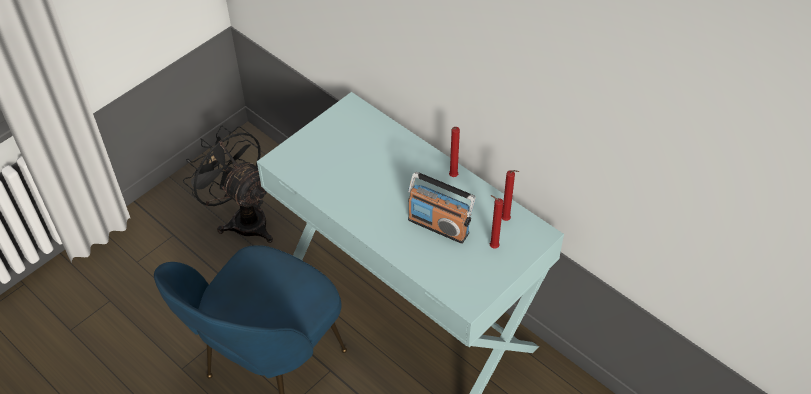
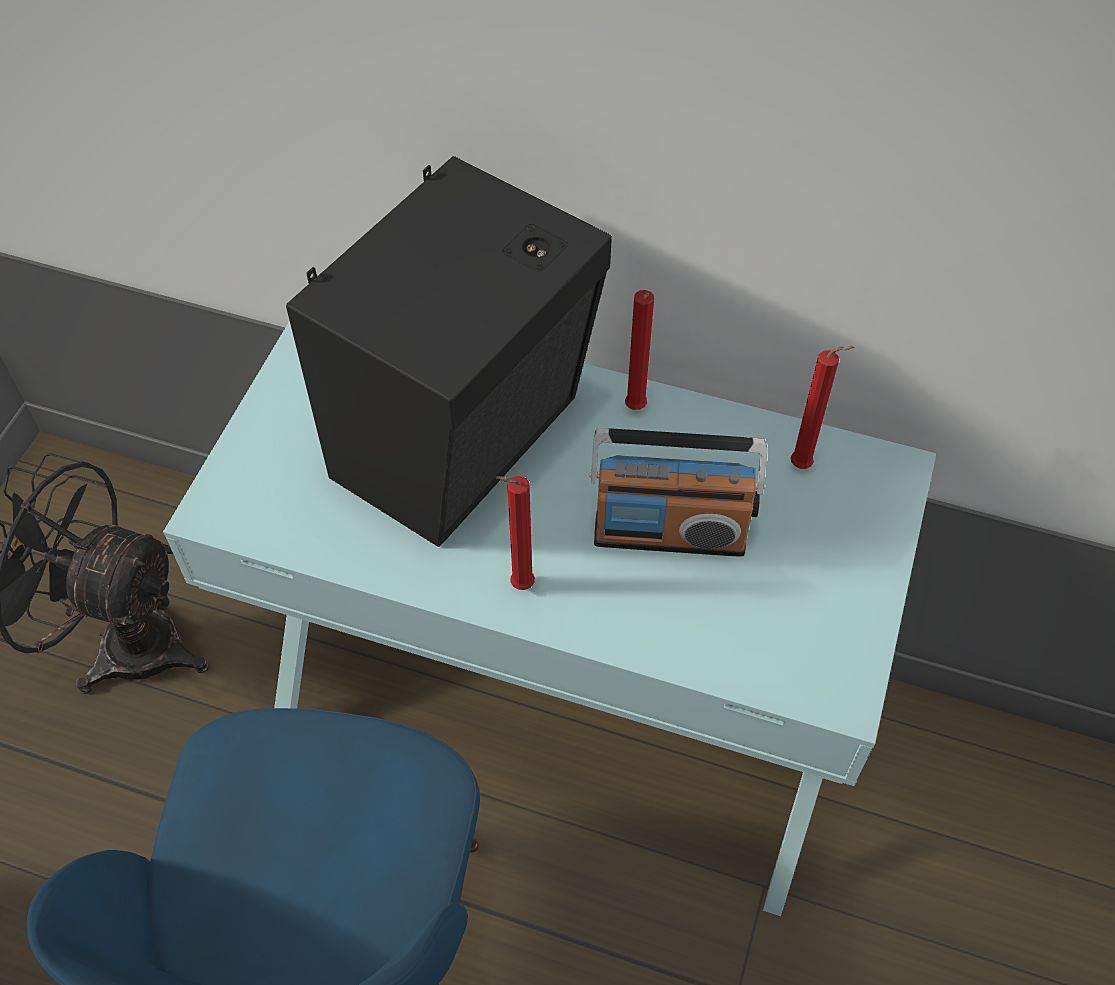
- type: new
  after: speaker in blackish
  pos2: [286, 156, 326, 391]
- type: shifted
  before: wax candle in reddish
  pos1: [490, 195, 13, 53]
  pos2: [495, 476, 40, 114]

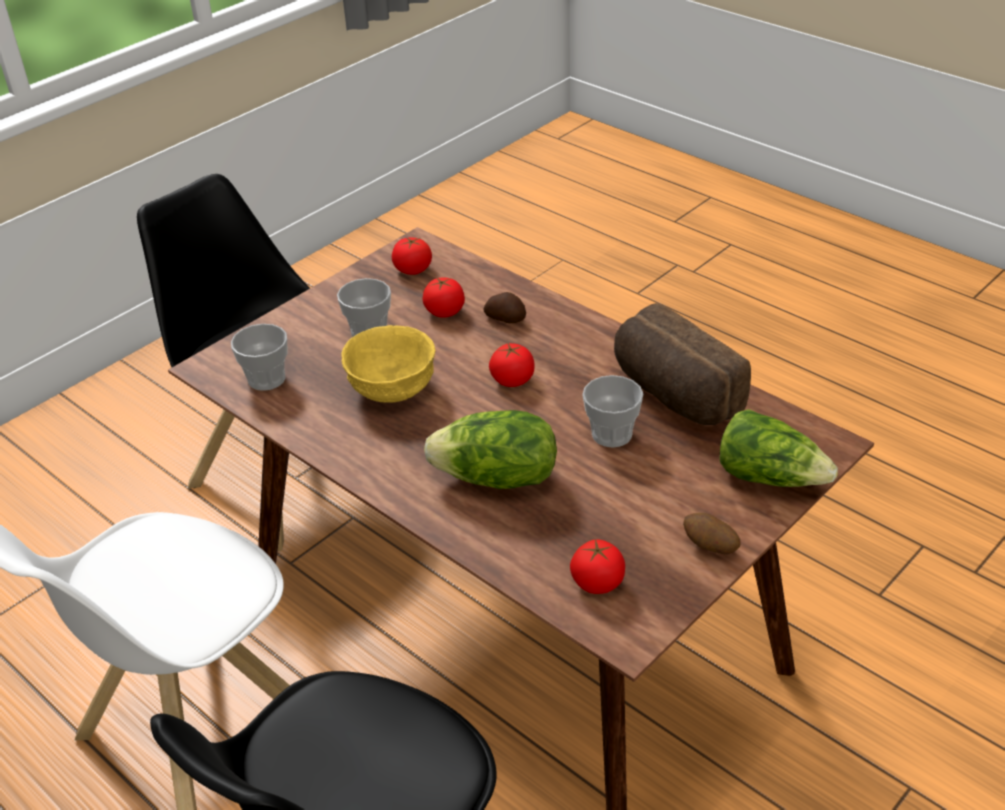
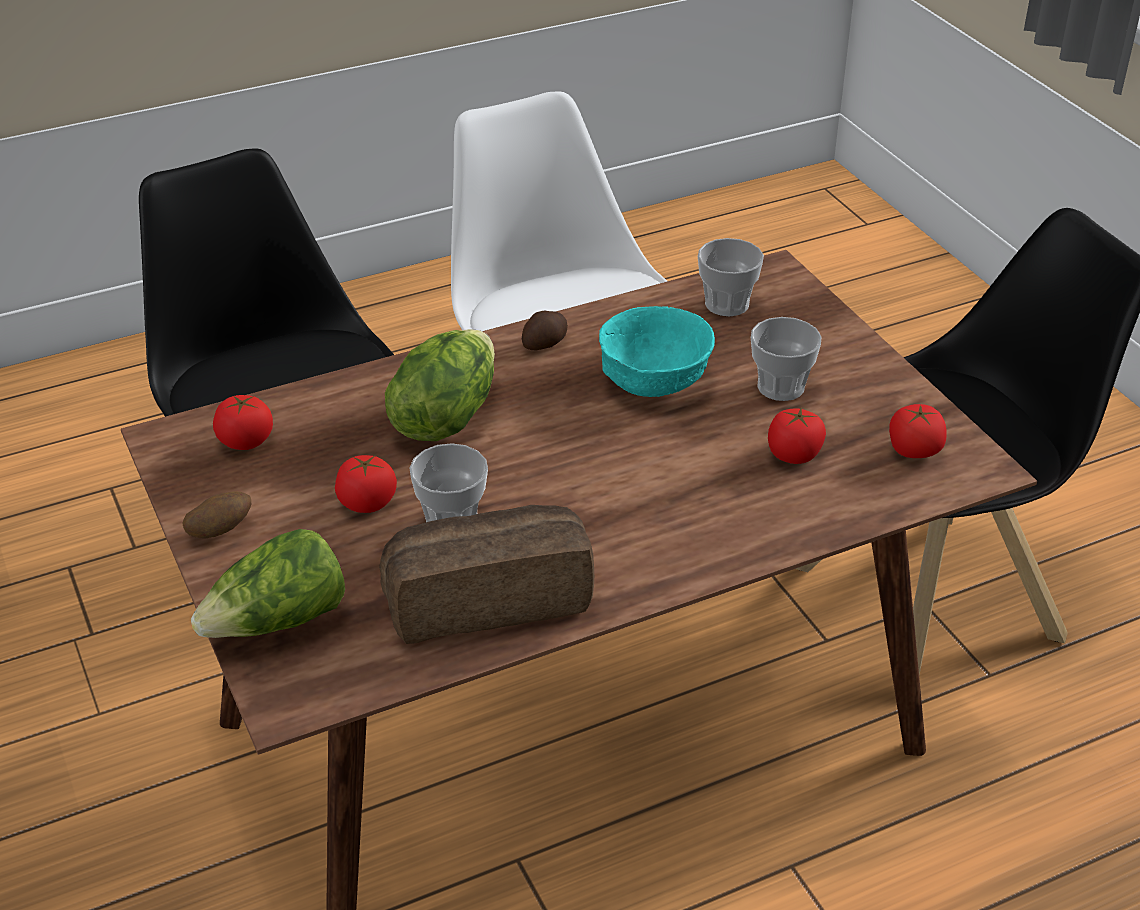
- type: shifted
  before: whole tomato
  pos1: [489, 343, 45, 44]
  pos2: [335, 455, 62, 58]
- type: shifted
  before: whole potato
  pos1: [483, 292, 43, 31]
  pos2: [522, 310, 46, 40]
- type: repainted
  before: deep dish in yellowish
  after: deep dish in turquoise-coloured
  pos1: [341, 325, 94, 78]
  pos2: [599, 306, 116, 91]

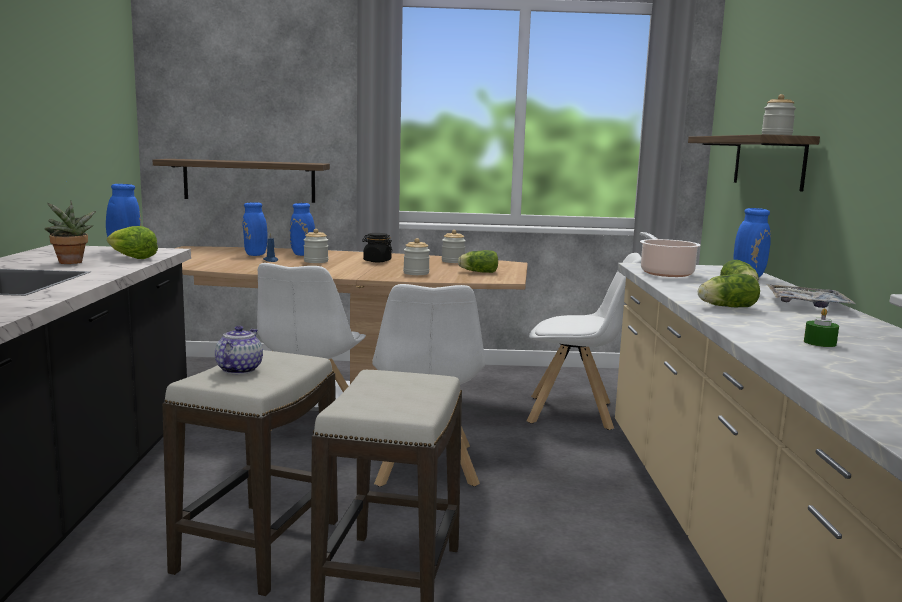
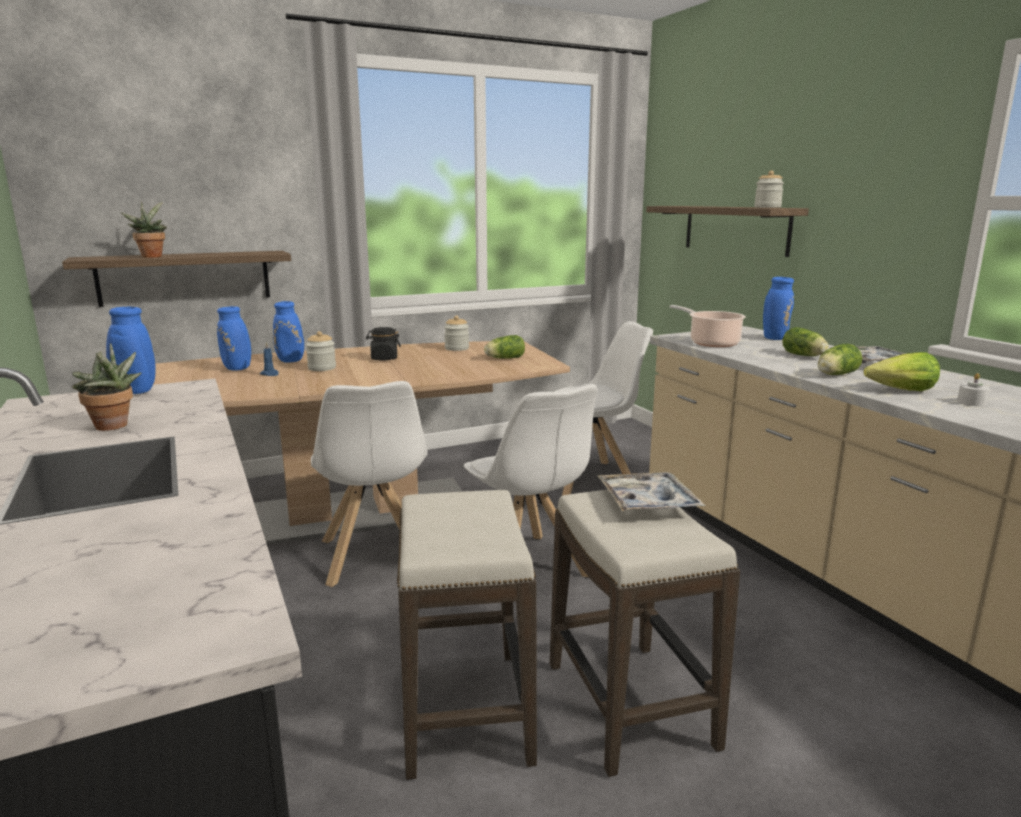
- type: new
  after: plant in a pot
  pos2: [120, 202, 47, 56]
- type: new
  after: serving tray
  pos2: [597, 472, 108, 39]
- type: shifted
  before: lettuce
  pos1: [107, 226, 51, 33]
  pos2: [864, 352, 76, 39]
- type: repainted
  before: wax candle in greenish
  after: wax candle in whitish
  pos1: [804, 308, 35, 39]
  pos2: [957, 373, 33, 33]
- type: gone
  before: tea pot
  pos1: [215, 326, 48, 48]
- type: gone
  before: preserve jar
  pos1: [403, 238, 27, 37]

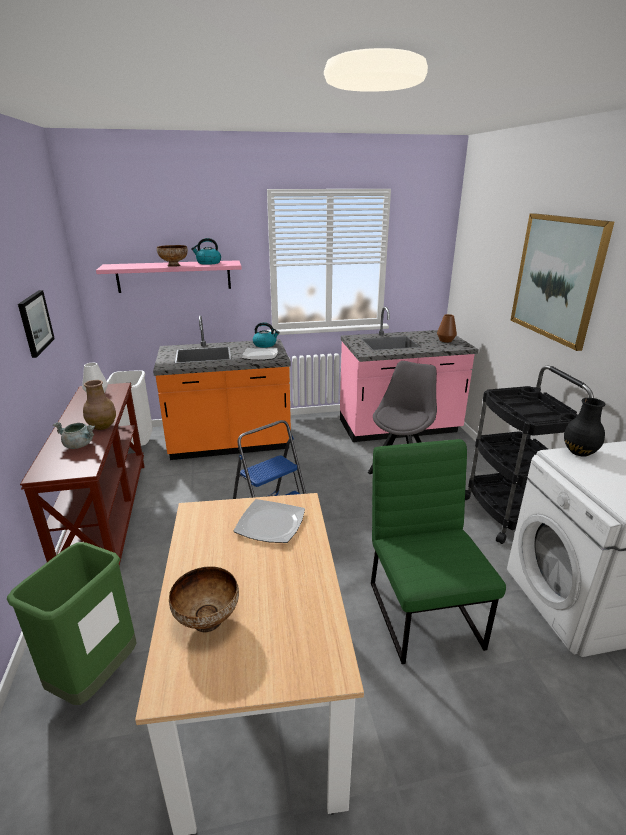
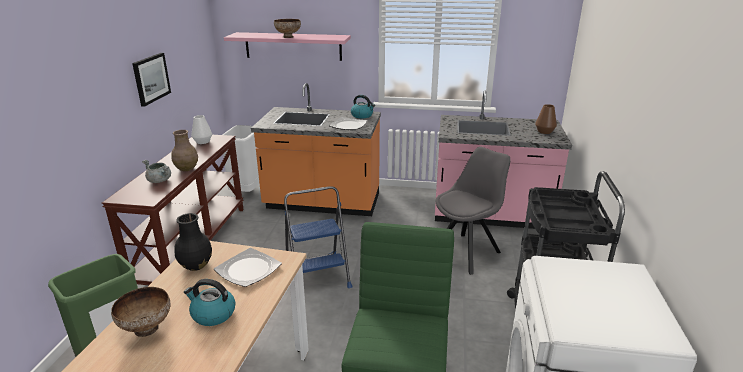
- type: shifted
  before: decorative vase in blackish
  pos1: [564, 398, 41, 59]
  pos2: [174, 213, 38, 58]
- type: shifted
  before: tea kettle
  pos1: [191, 238, 30, 27]
  pos2: [184, 279, 51, 47]
- type: gone
  before: wall picture
  pos1: [511, 213, 103, 138]

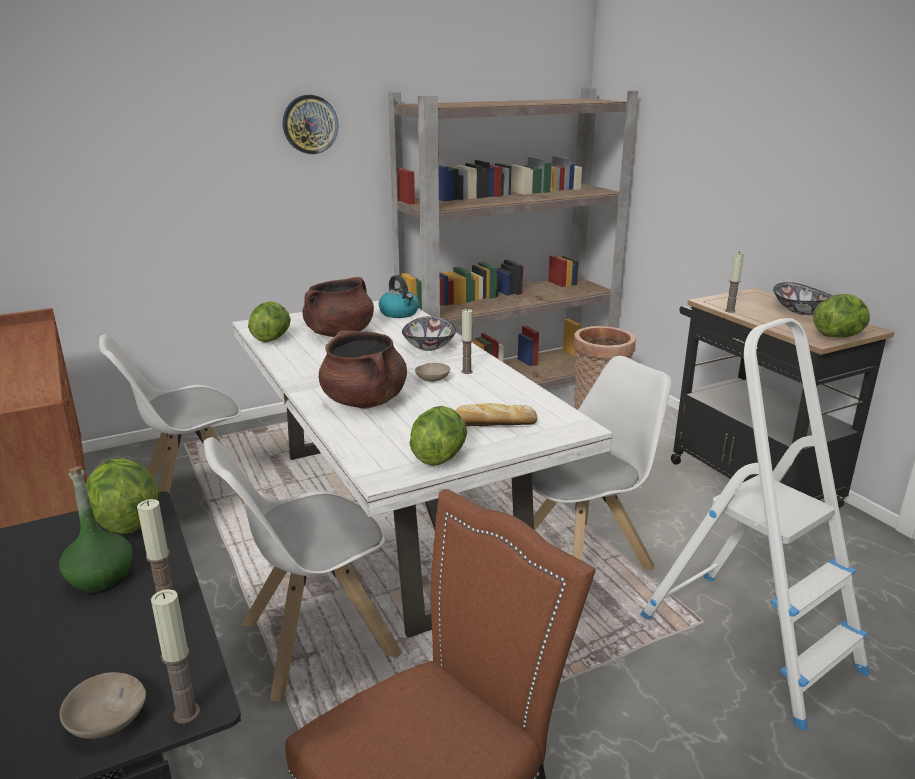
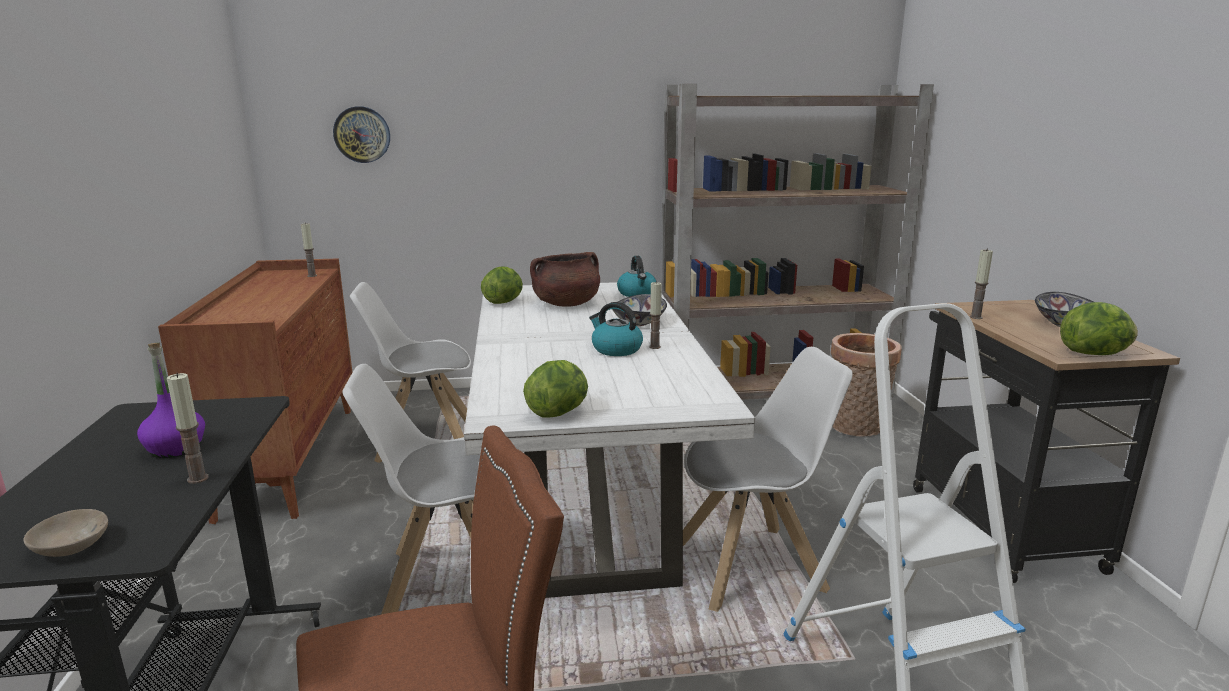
- type: repainted
  before: beverage bottle in greenish
  after: beverage bottle in purplish
  pos1: [59, 466, 74, 128]
  pos2: [137, 343, 68, 115]
- type: shifted
  before: wax candle
  pos1: [151, 589, 49, 135]
  pos2: [301, 223, 16, 54]
- type: shifted
  before: wall clock
  pos1: [283, 95, 55, 59]
  pos2: [333, 106, 57, 57]
- type: swapped
  before: deep dish in sand-coloured
  after: tea kettle
  pos1: [415, 363, 35, 19]
  pos2: [589, 302, 54, 54]
- type: gone
  before: lettuce
  pos1: [85, 458, 74, 77]
- type: gone
  before: stockpot in brown-coloured
  pos1: [319, 330, 88, 79]
- type: gone
  before: baked bread
  pos1: [455, 403, 82, 23]

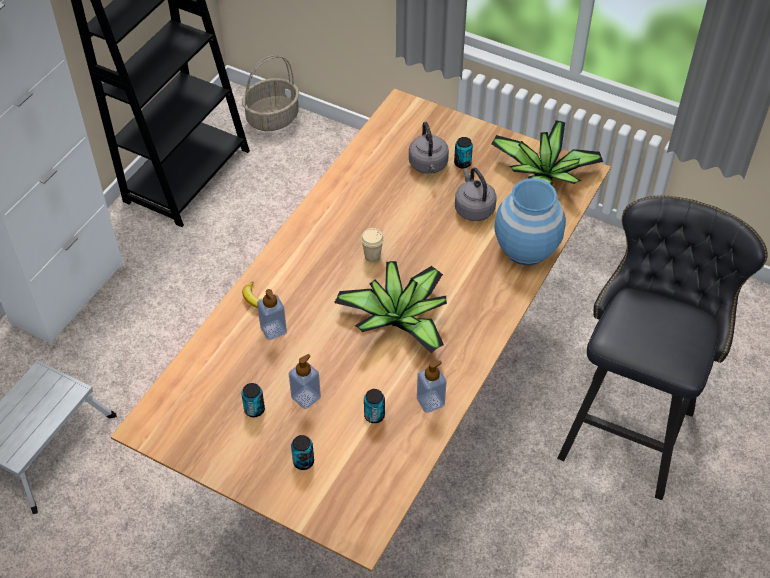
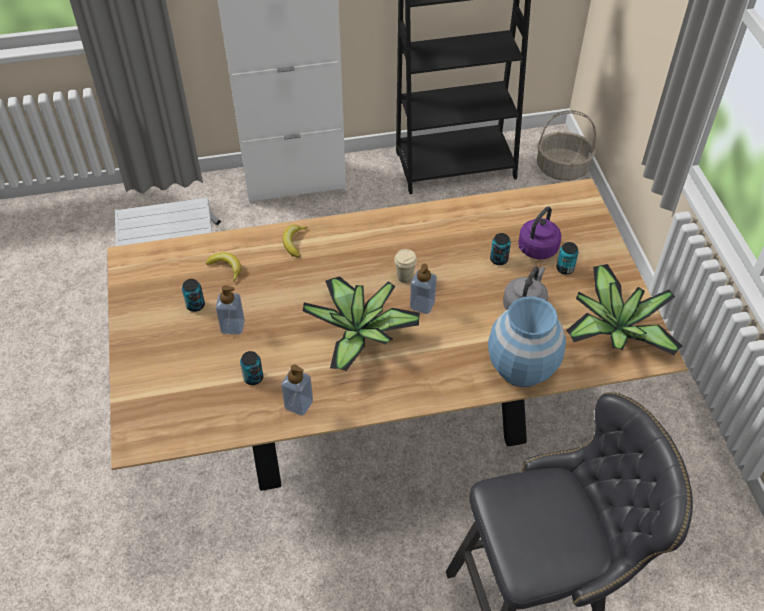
- type: new
  after: whole banana
  pos2: [206, 252, 35, 30]
- type: shifted
  before: soap bottle
  pos1: [257, 289, 30, 51]
  pos2: [410, 264, 27, 50]
- type: shifted
  before: can
  pos1: [291, 435, 23, 35]
  pos2: [490, 233, 21, 32]
- type: repainted
  before: tea kettle in greyish
  after: tea kettle in purplish
  pos1: [409, 122, 40, 52]
  pos2: [518, 206, 43, 53]

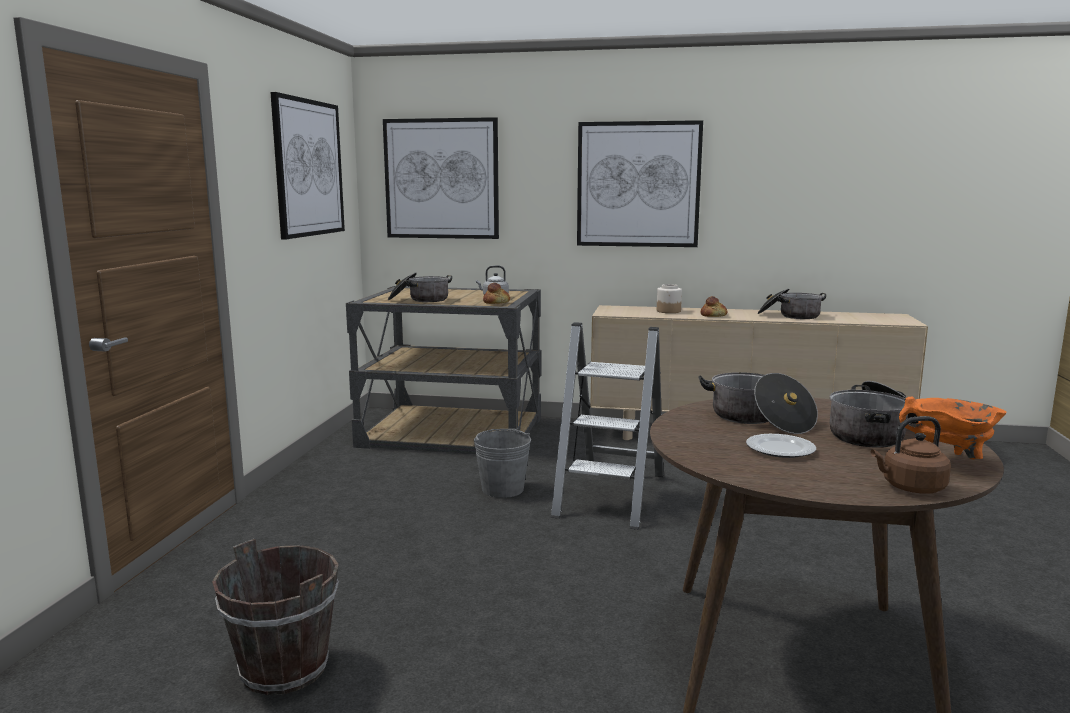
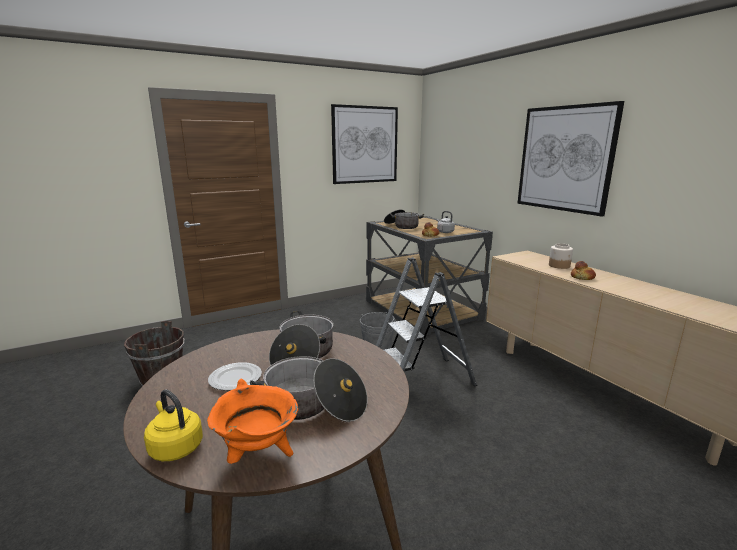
- type: repainted
  before: tea kettle in brown-coloured
  after: tea kettle in yellowish
  pos1: [871, 416, 80, 78]
  pos2: [144, 389, 59, 72]
- type: gone
  before: wall picture
  pos1: [383, 117, 116, 122]
- type: gone
  before: stockpot
  pos1: [758, 289, 68, 30]

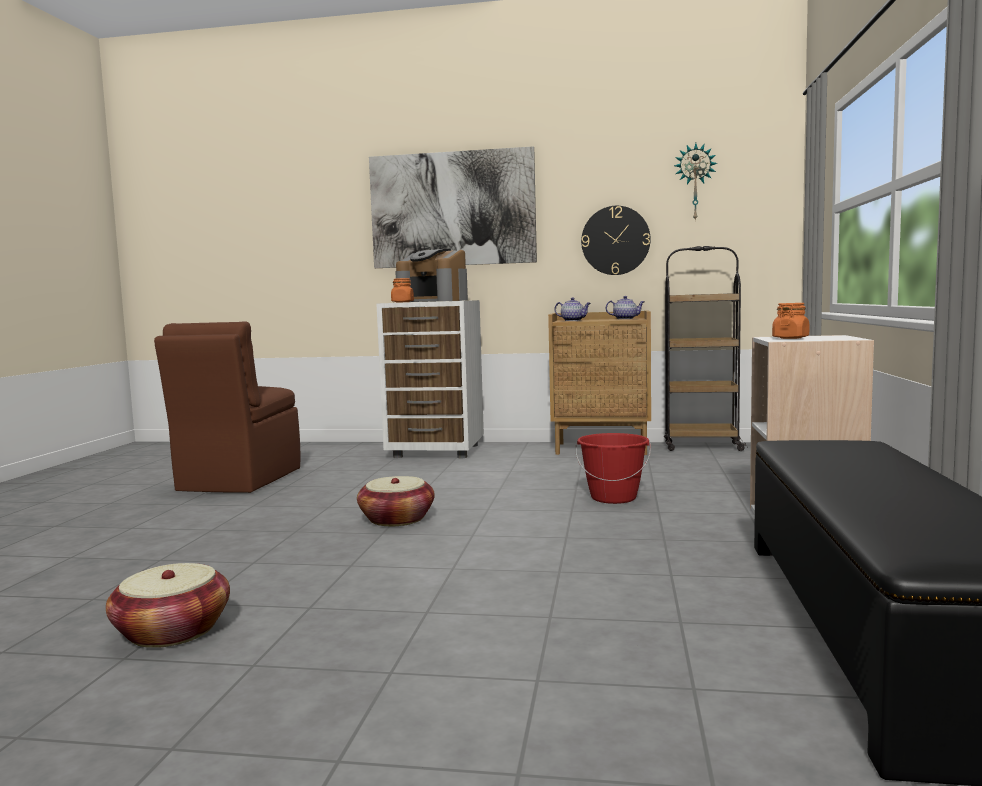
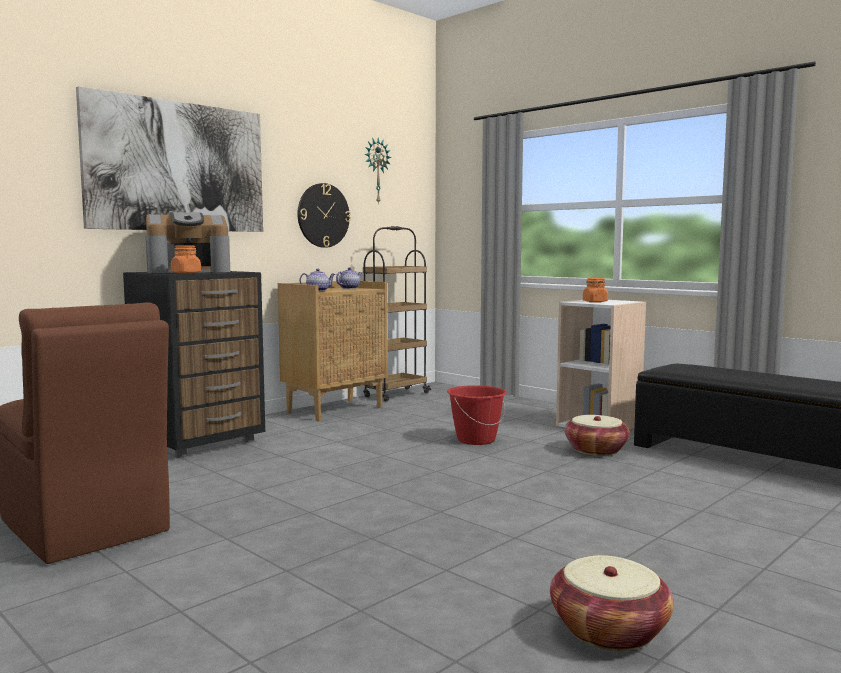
- type: repainted
  before: dresser in whitish
  after: dresser in blackish
  pos1: [376, 300, 108, 158]
  pos2: [123, 271, 142, 187]
- type: shifted
  before: storage basket
  pos1: [357, 476, 78, 51]
  pos2: [564, 415, 66, 41]

